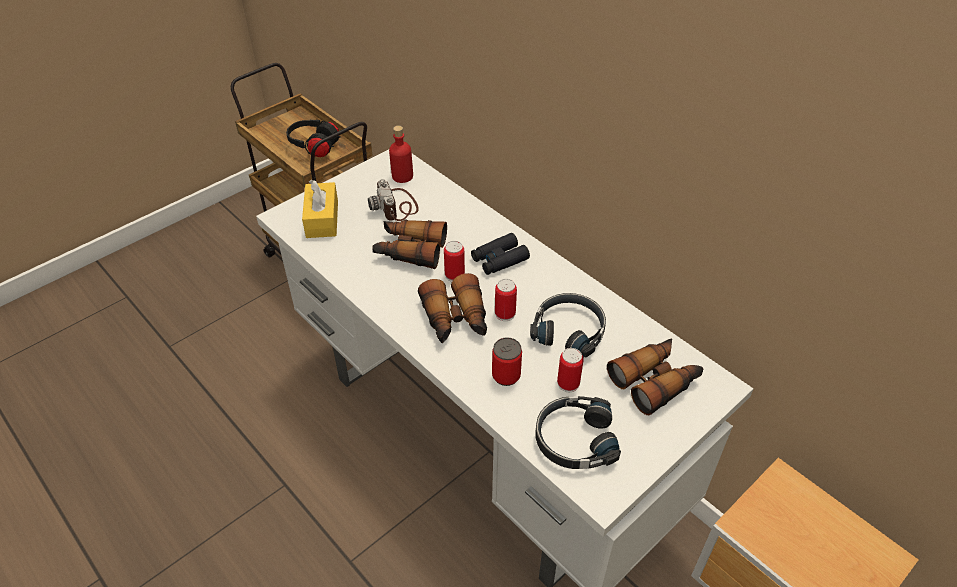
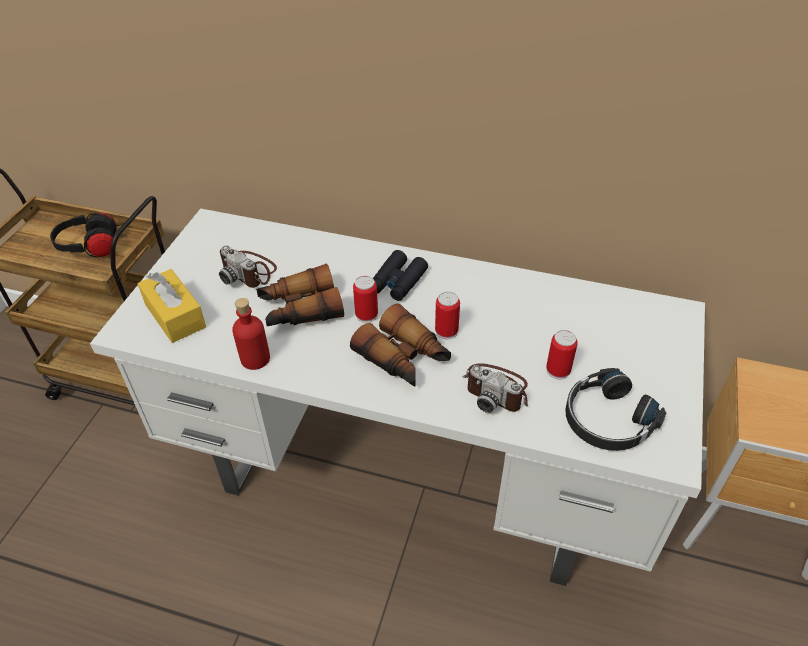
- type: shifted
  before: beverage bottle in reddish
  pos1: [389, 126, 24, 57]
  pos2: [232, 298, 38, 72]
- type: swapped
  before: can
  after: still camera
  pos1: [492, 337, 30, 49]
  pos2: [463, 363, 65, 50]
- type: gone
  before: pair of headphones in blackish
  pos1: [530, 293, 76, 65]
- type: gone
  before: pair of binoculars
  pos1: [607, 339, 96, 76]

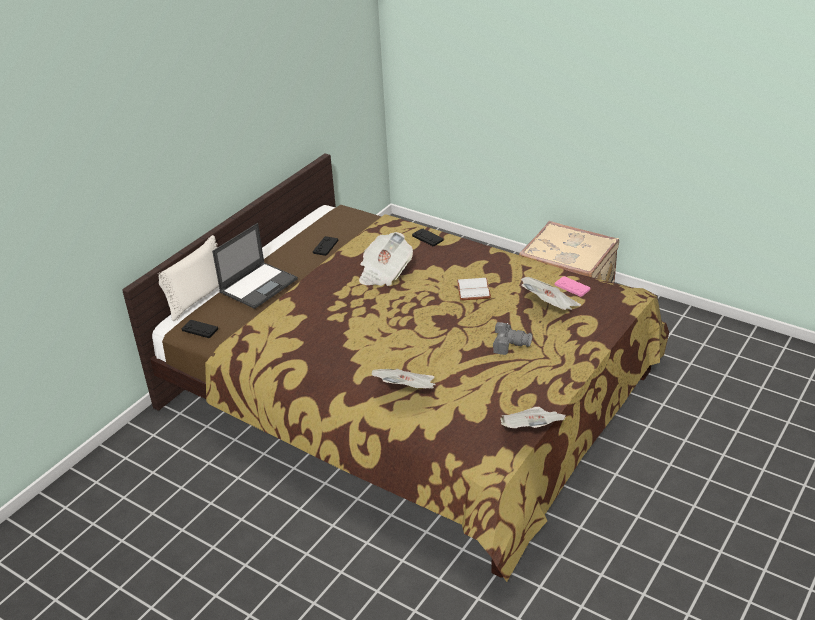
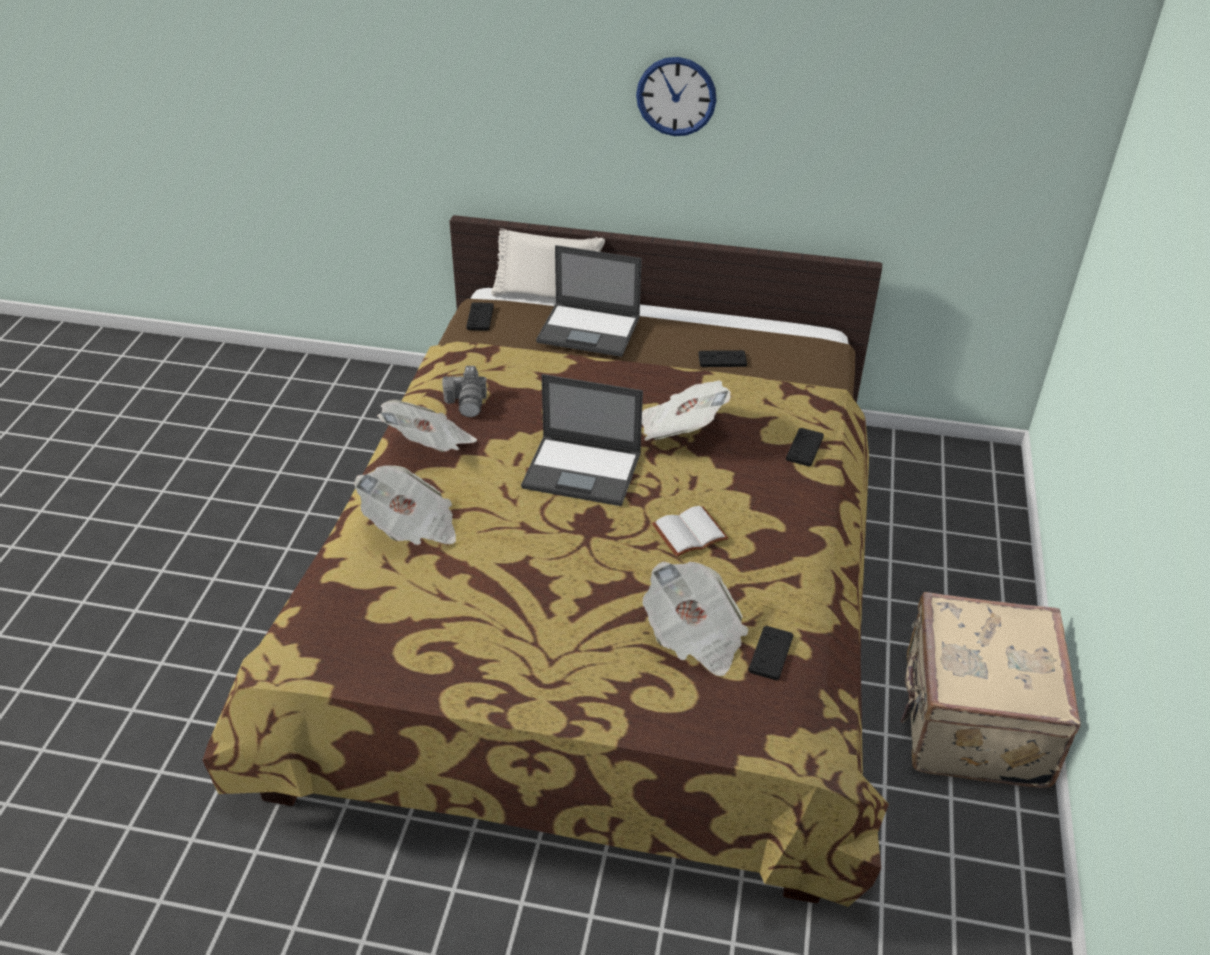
- type: shifted
  before: newspaper
  pos1: [500, 407, 66, 21]
  pos2: [377, 400, 100, 52]
- type: shifted
  before: still camera
  pos1: [493, 322, 39, 33]
  pos2: [442, 366, 45, 51]
- type: new
  after: notebook computer
  pos2: [521, 374, 122, 132]
- type: new
  after: wall clock
  pos2: [636, 57, 81, 79]
- type: repainted
  before: gamepad in pink
  after: gamepad in blackish
  pos1: [555, 276, 35, 21]
  pos2: [749, 626, 45, 55]

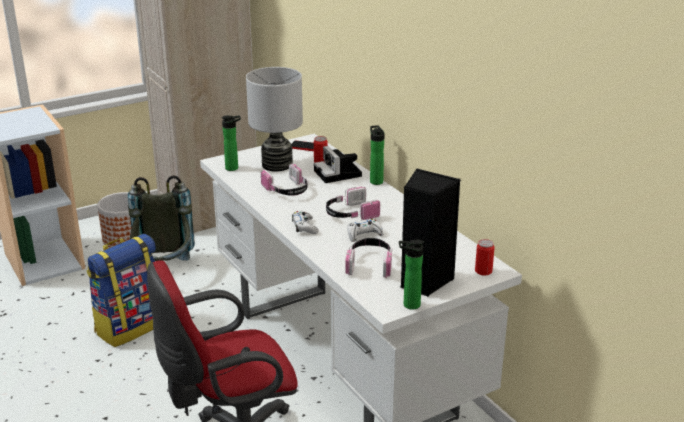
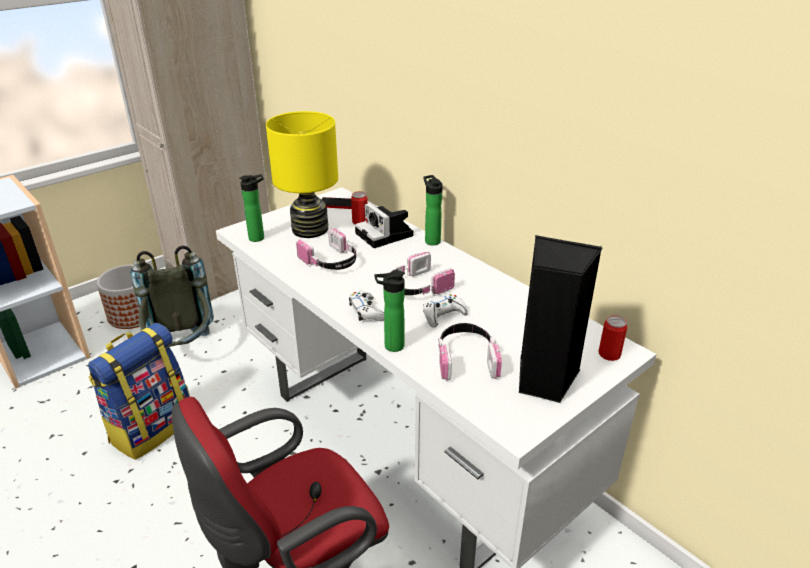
- type: repainted
  before: tabletop lamp in greyish
  after: tabletop lamp in yellowish
  pos1: [246, 67, 57, 105]
  pos2: [266, 111, 72, 127]
- type: shifted
  before: beverage bottle
  pos1: [399, 239, 25, 71]
  pos2: [374, 271, 31, 81]

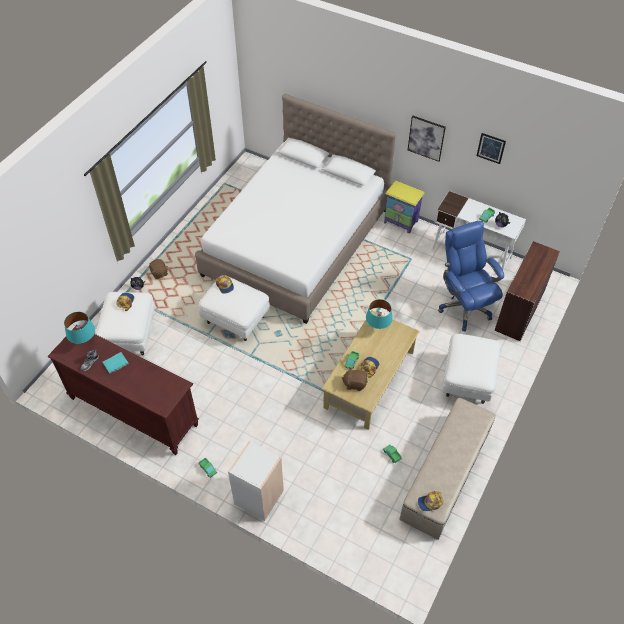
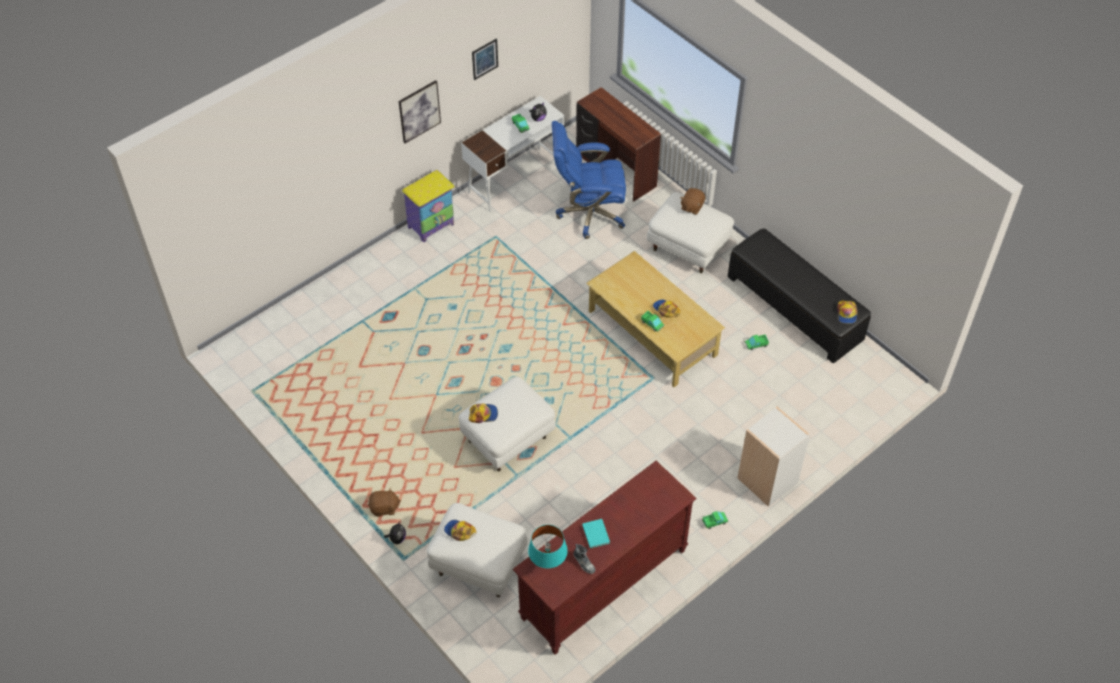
- type: shifted
  before: cuddly toy in brown-coloured
  pos1: [341, 368, 27, 23]
  pos2: [680, 188, 25, 27]
- type: repainted
  before: long seat in sand-coloured
  after: long seat in blackish
  pos1: [399, 398, 97, 142]
  pos2: [728, 229, 143, 134]
- type: gone
  before: bed in whitish
  pos1: [195, 94, 201, 230]
- type: gone
  before: tabletop lamp in turquoise-coloured
  pos1: [366, 299, 27, 30]

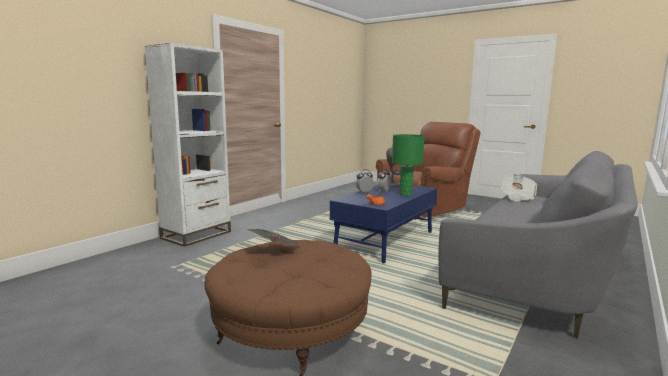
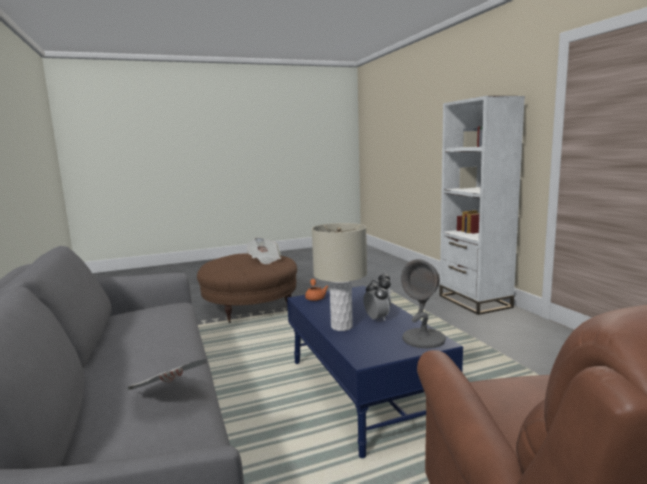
- type: repainted
  before: tabletop lamp in greenish
  after: tabletop lamp in sand-coloured
  pos1: [392, 134, 33, 62]
  pos2: [312, 223, 55, 108]

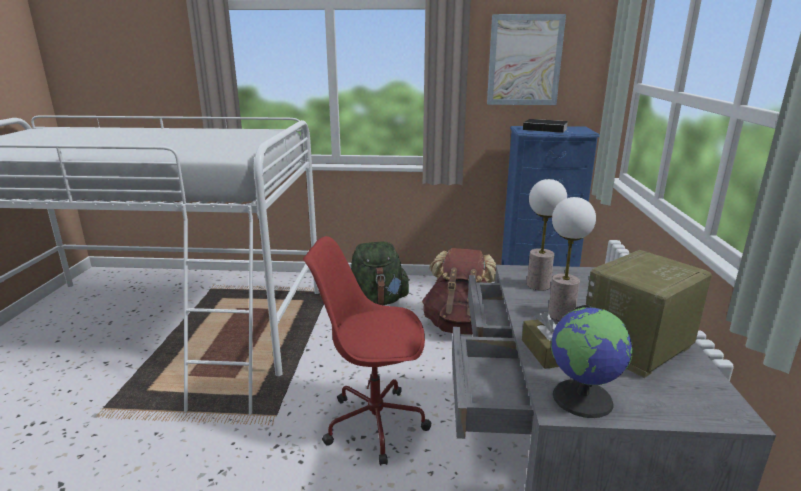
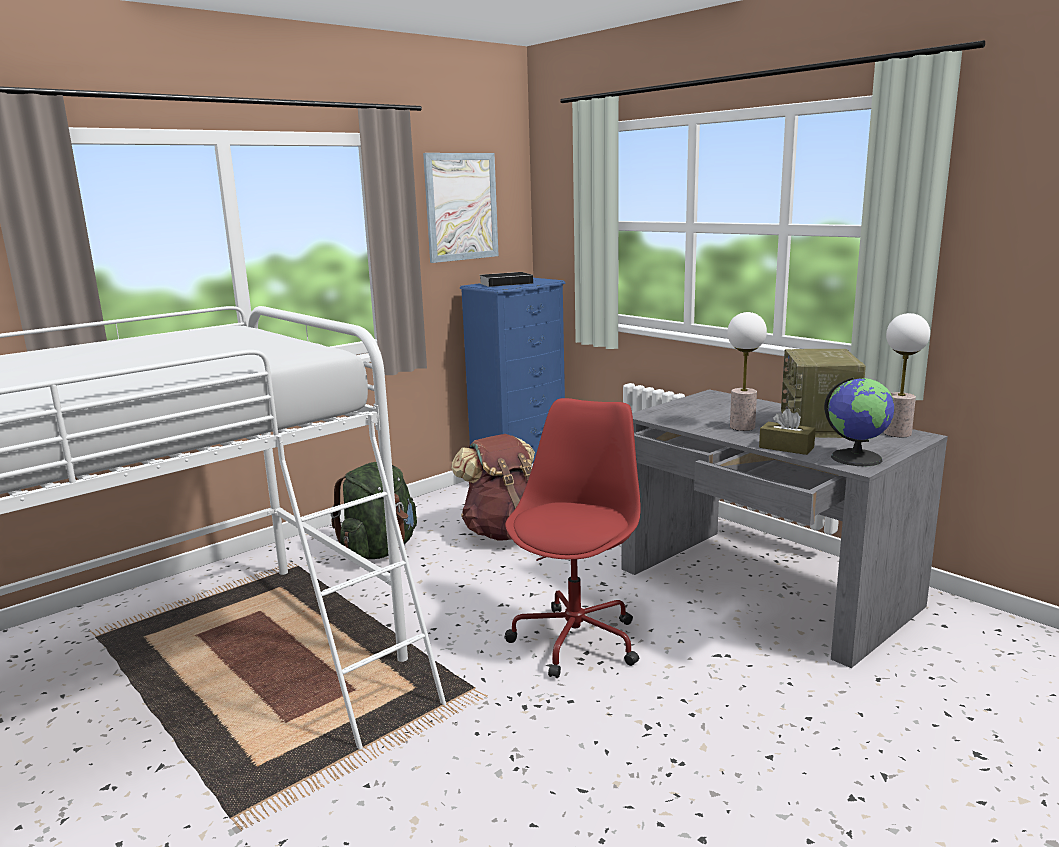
- type: rotated
  before: office chair in reddish
  pos1: [303, 236, 128, 229]
  pos2: [504, 398, 137, 280]
  turn: 150
- type: shifted
  before: tabletop lamp
  pos1: [527, 179, 40, 112]
  pos2: [884, 313, 46, 124]

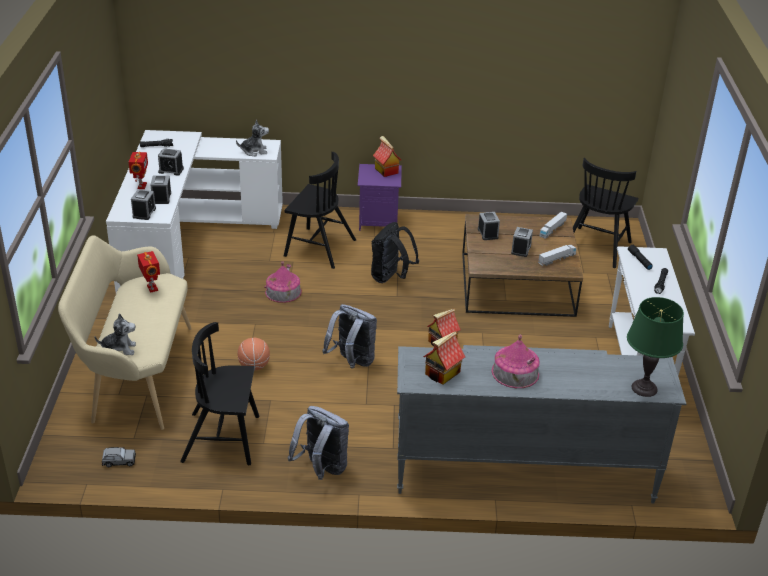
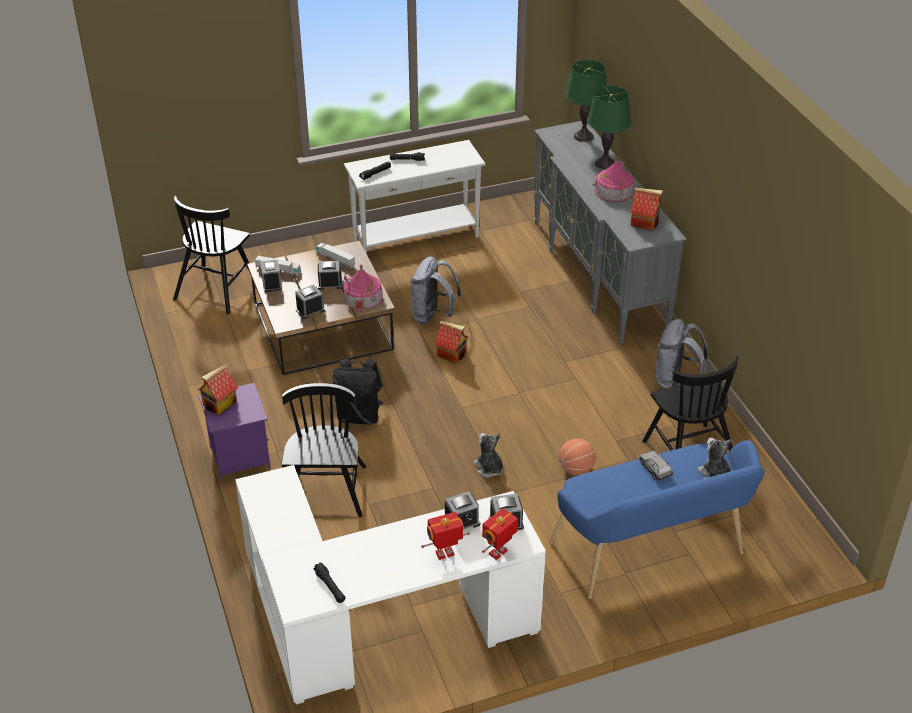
- type: rotated
  before: plain chair in blackish
  pos1: [573, 158, 65, 110]
  pos2: [173, 196, 78, 118]
  turn: 105
- type: shifted
  before: table clock
  pos1: [158, 148, 26, 27]
  pos2: [260, 259, 22, 33]
- type: shifted
  before: miniature house
  pos1: [264, 261, 38, 42]
  pos2: [343, 264, 40, 48]
- type: shifted
  before: knapsack in greyish
  pos1: [322, 304, 55, 64]
  pos2: [410, 256, 52, 68]
- type: shifted
  before: cuddly toy
  pos1: [236, 119, 33, 37]
  pos2: [474, 433, 30, 45]
- type: shifted
  before: robot figure
  pos1: [137, 251, 23, 42]
  pos2: [482, 508, 36, 52]
- type: repainted
  before: long seat in sand-coloured
  after: long seat in blue
  pos1: [58, 236, 134, 194]
  pos2: [549, 440, 216, 159]
- type: new
  after: tabletop lamp in greenish
  pos2: [587, 86, 44, 83]
- type: shifted
  before: model car in greyish
  pos1: [102, 447, 34, 20]
  pos2: [639, 450, 34, 31]

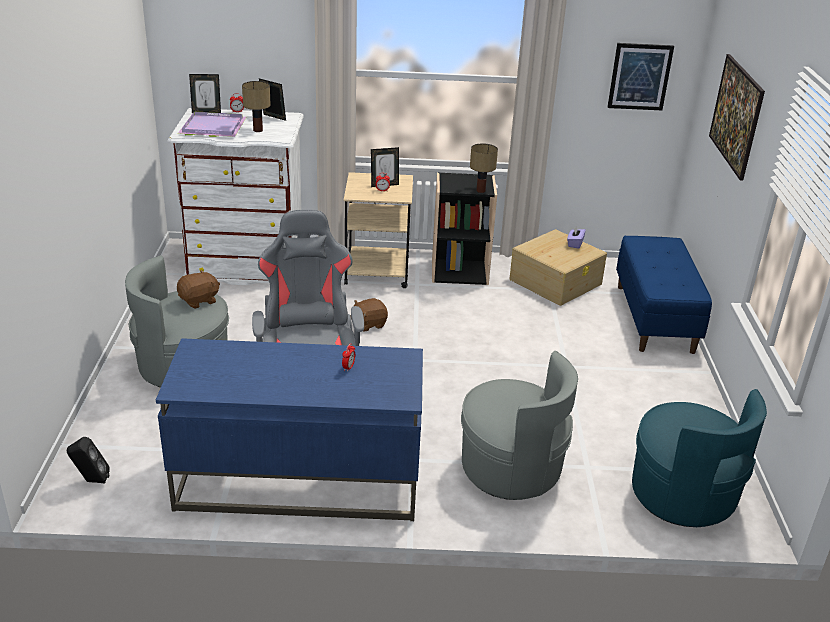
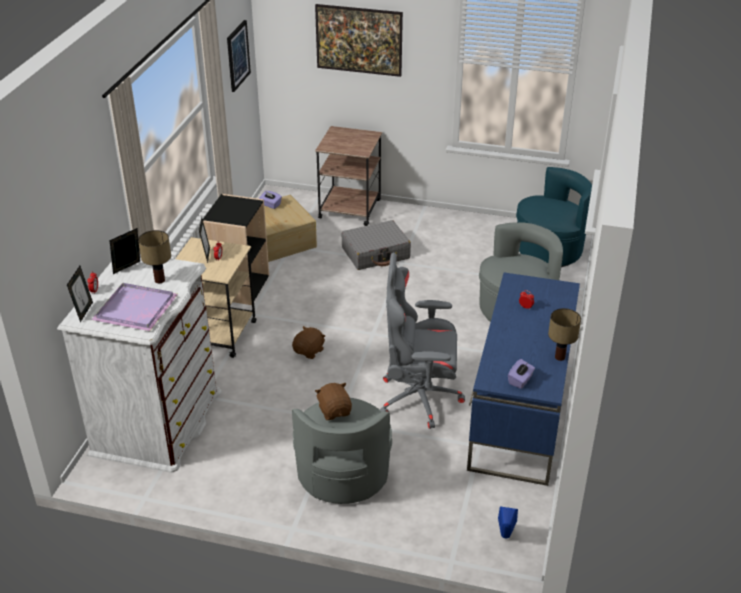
- type: rotated
  before: cuddly toy in brown-coloured
  pos1: [351, 298, 37, 34]
  pos2: [292, 326, 33, 33]
  turn: -135
- type: swapped
  before: long seat in blue
  after: wheeled cart in brown-coloured
  pos1: [616, 236, 96, 118]
  pos2: [315, 126, 67, 100]
- type: new
  after: piece of luggage in greyish
  pos2: [341, 220, 70, 50]
- type: repainted
  before: speaker in blackish
  after: speaker in blue
  pos1: [67, 437, 43, 47]
  pos2: [498, 506, 20, 33]
- type: new
  after: tissue holder in purplish
  pos2: [508, 359, 27, 30]
- type: shifted
  before: tabletop lamp
  pos1: [470, 143, 28, 50]
  pos2: [548, 308, 33, 53]

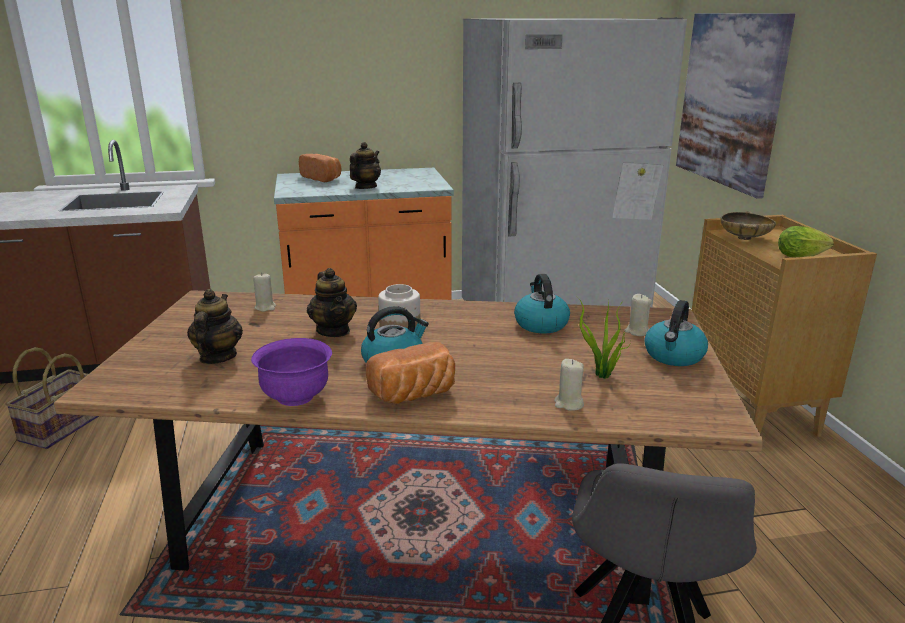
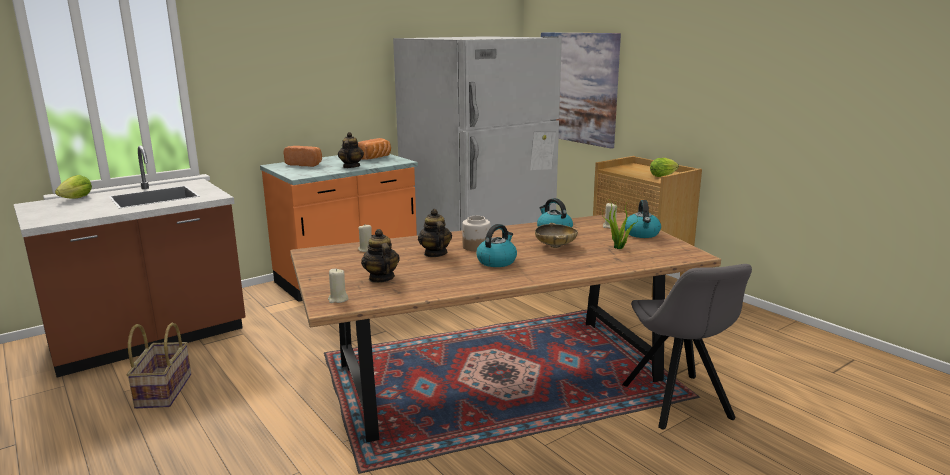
- type: new
  after: lettuce
  pos2: [55, 175, 37, 23]
- type: shifted
  before: wax candle in sand-coloured
  pos1: [554, 359, 30, 52]
  pos2: [328, 269, 21, 34]
- type: shifted
  before: baked bread
  pos1: [366, 342, 89, 62]
  pos2: [358, 138, 33, 22]
- type: rotated
  before: tea pot
  pos1: [307, 268, 50, 69]
  pos2: [418, 209, 34, 48]
  turn: -150
- type: shifted
  before: deep dish in sand-coloured
  pos1: [721, 211, 55, 29]
  pos2: [535, 223, 43, 25]
- type: gone
  before: deep dish in purplish
  pos1: [251, 338, 81, 68]

